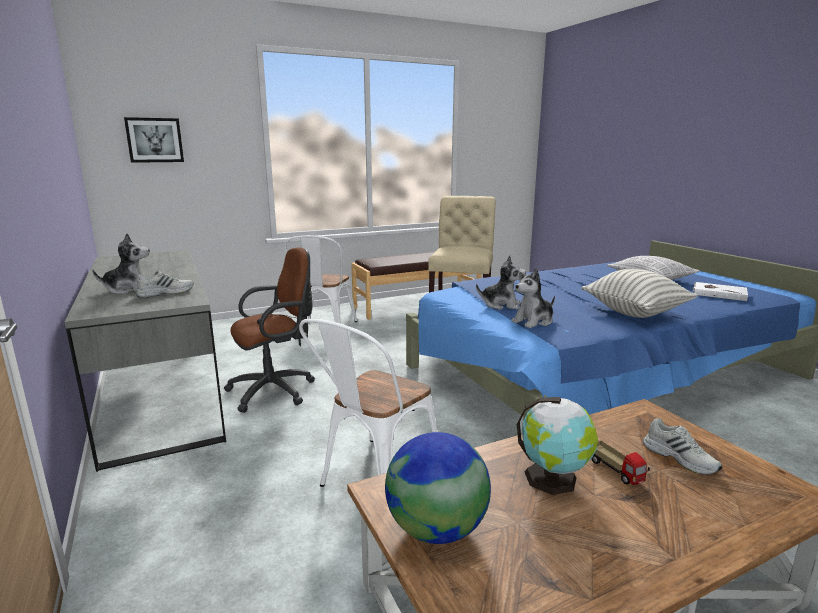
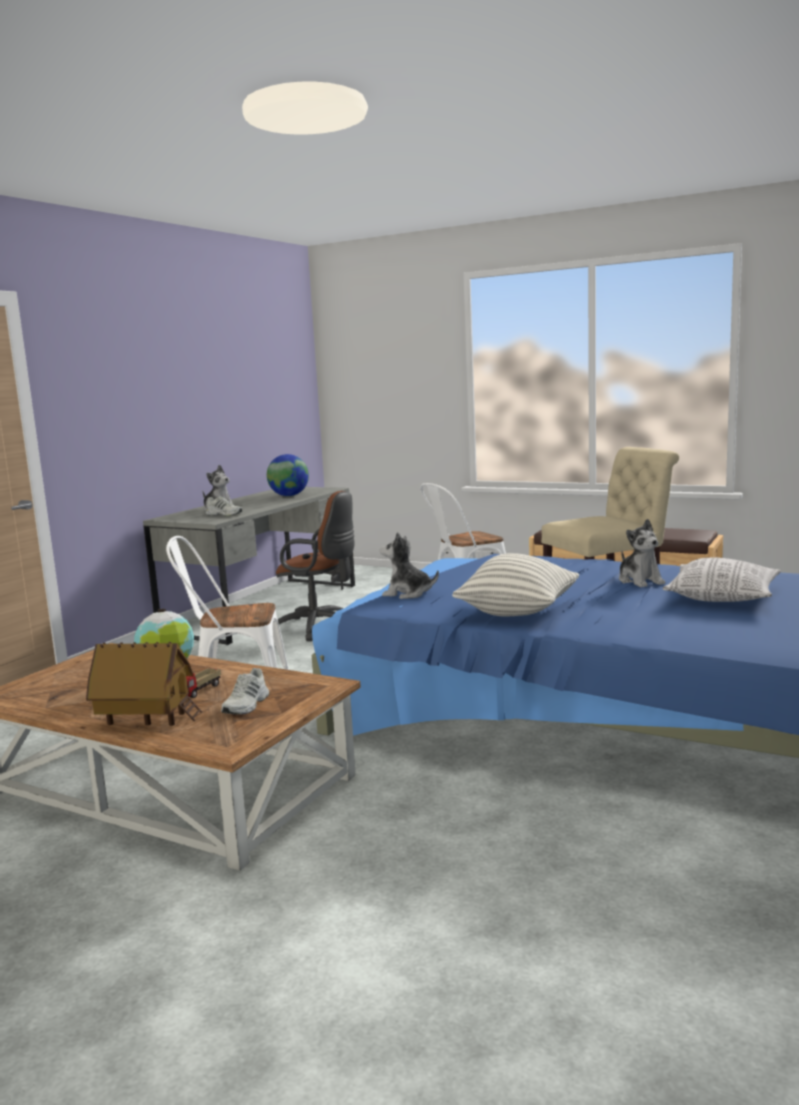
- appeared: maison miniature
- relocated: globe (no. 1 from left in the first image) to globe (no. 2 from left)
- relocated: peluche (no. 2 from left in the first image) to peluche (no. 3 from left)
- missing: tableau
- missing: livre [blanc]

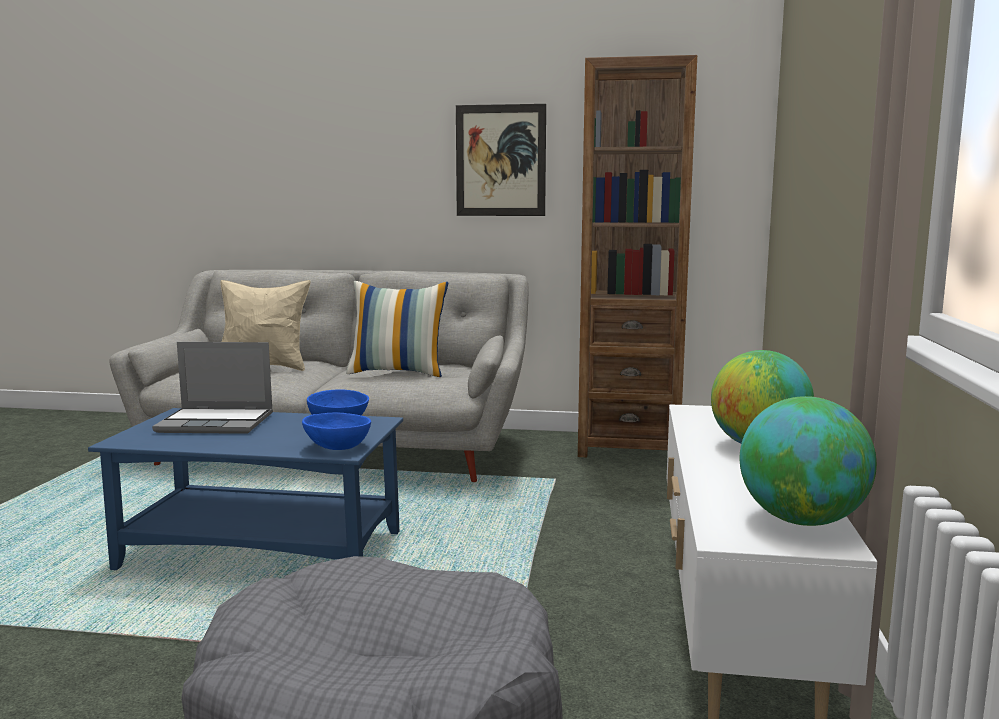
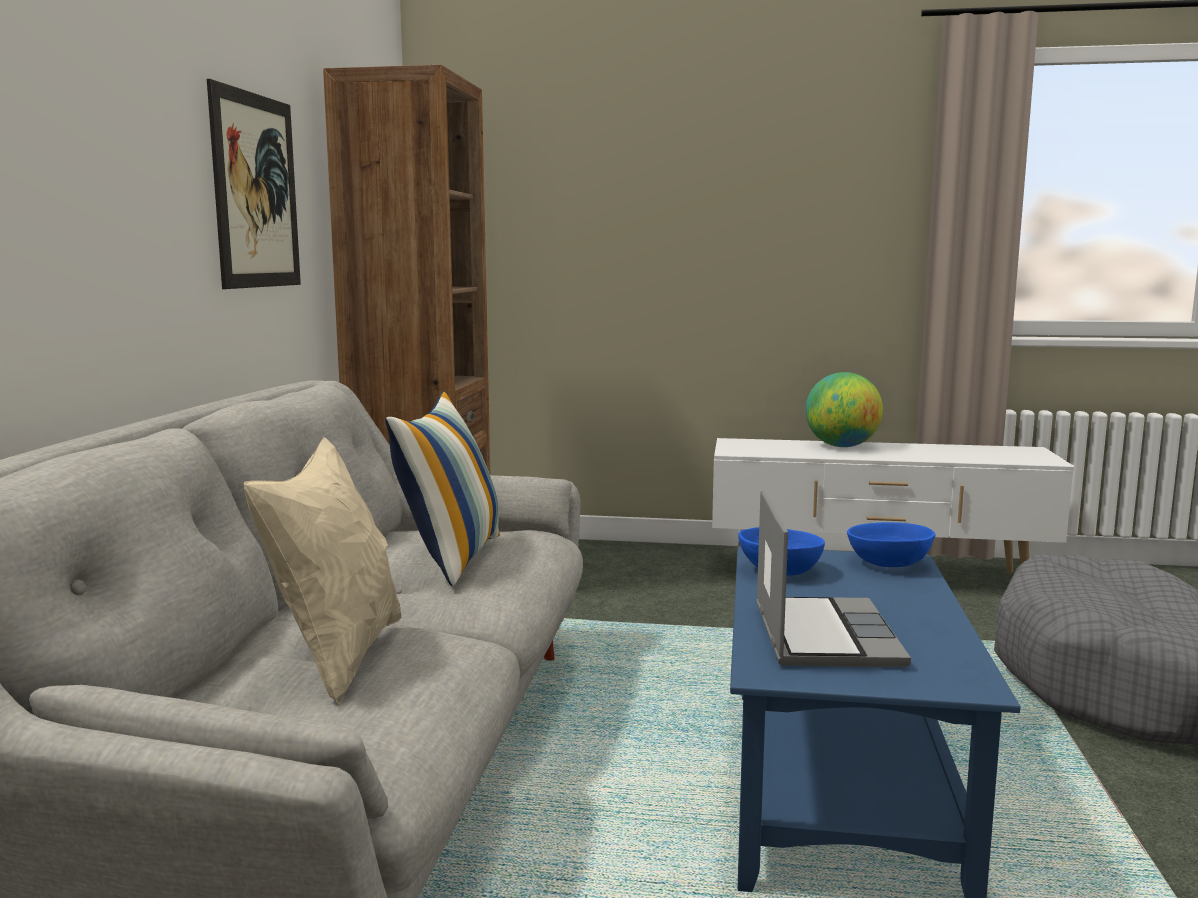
- missing: globe (no. 2 from left)

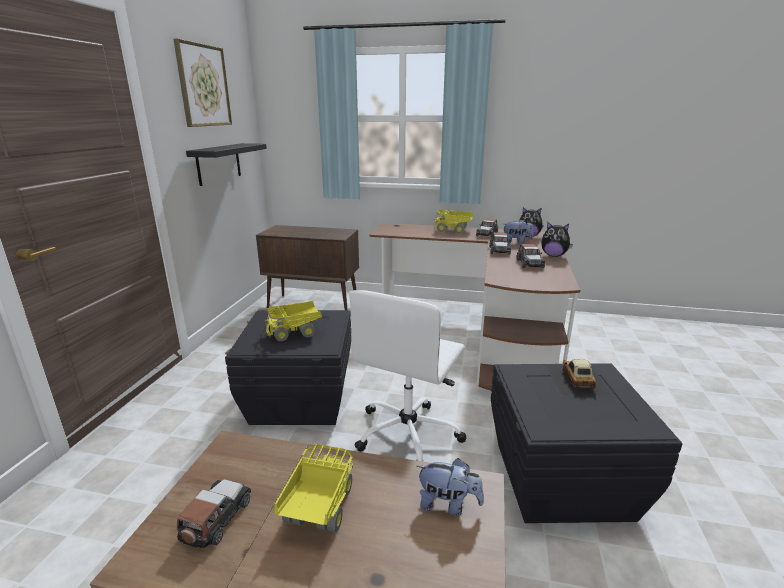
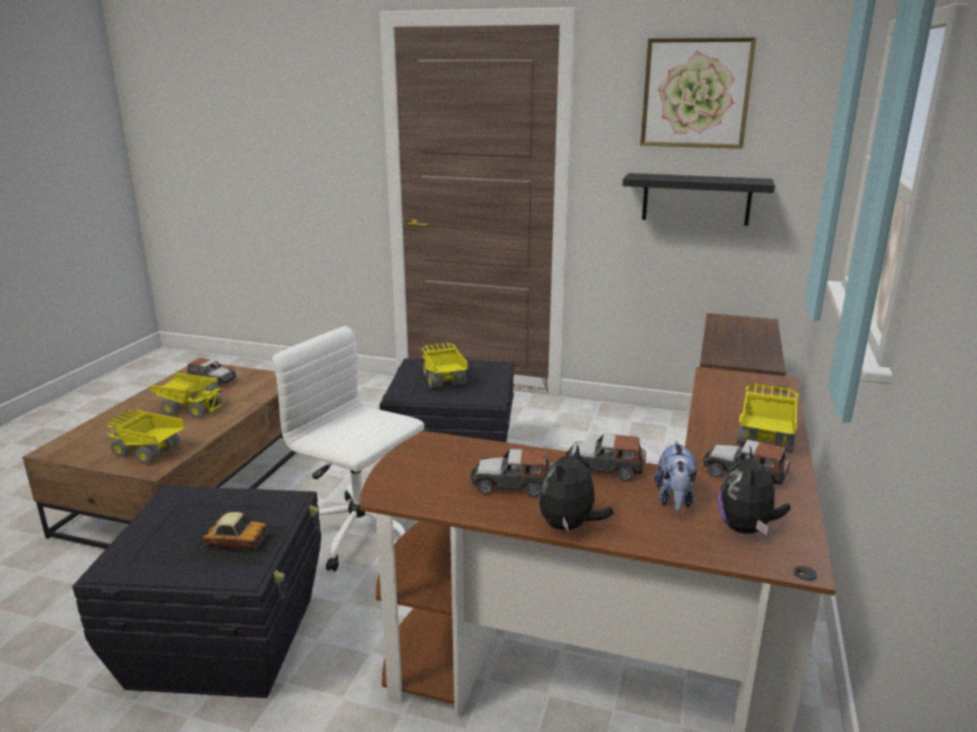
- exchanged: peluche (no. 1 from left) to camion jouet (no. 1 from left)

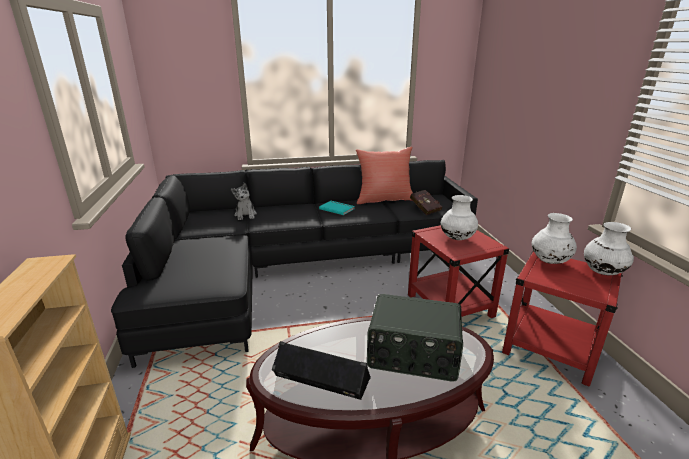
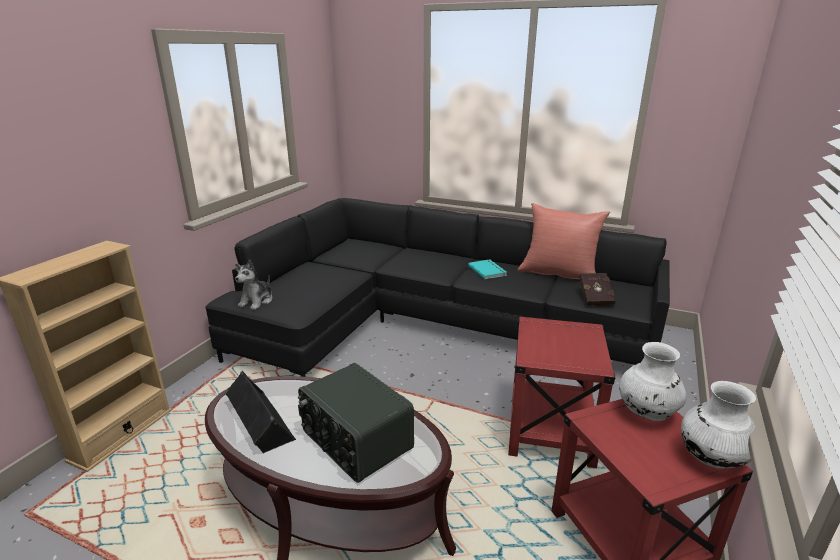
- relocated: peluche
- missing: vase [blanc] (no. 1 from left)

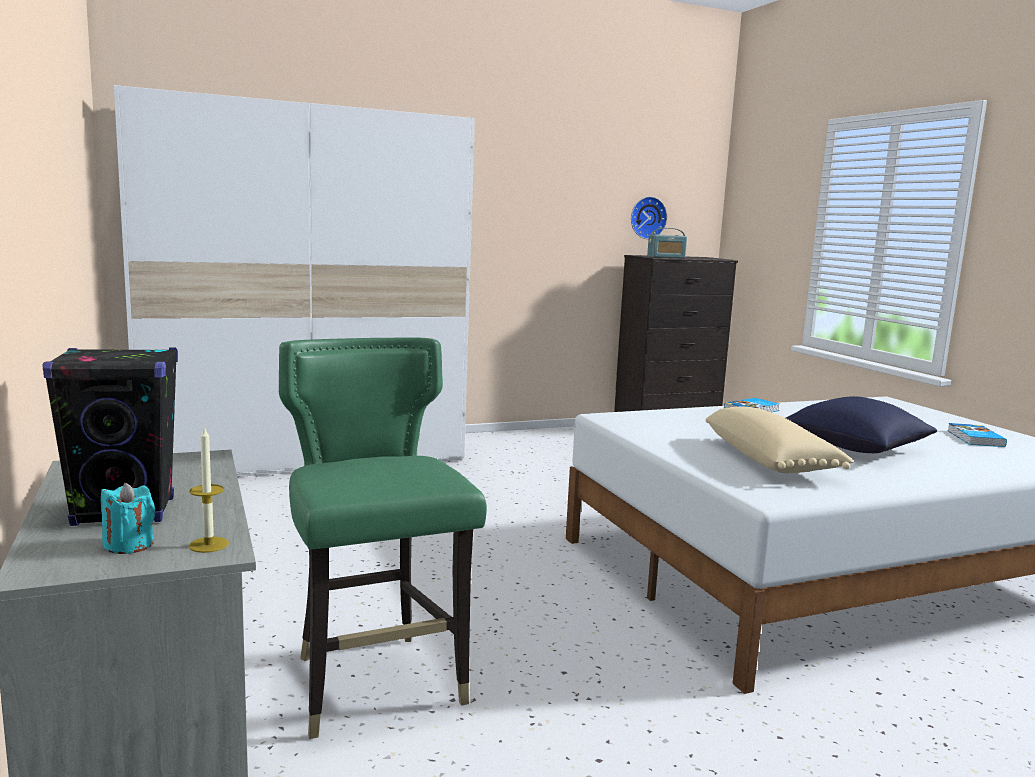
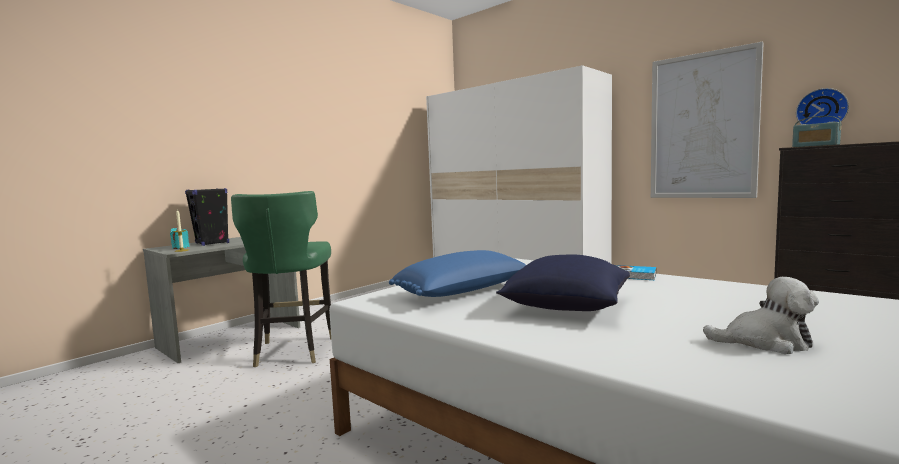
- spun: chaise [vert] 135 degrees clockwise
- colour: coussin [beige] to coussin [bleu] (no. 1 from left)
- appeared: tableau
- exchanged: livre (no. 2 from left) to peluche

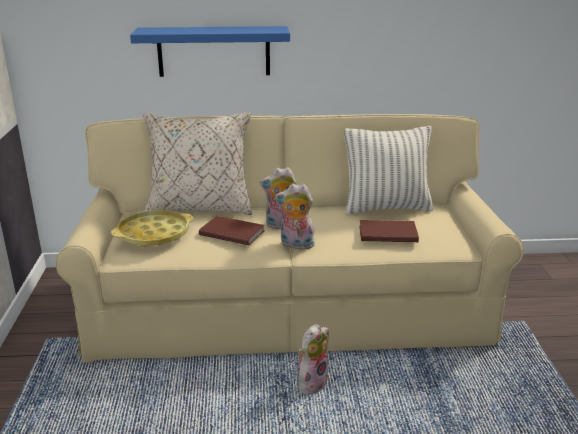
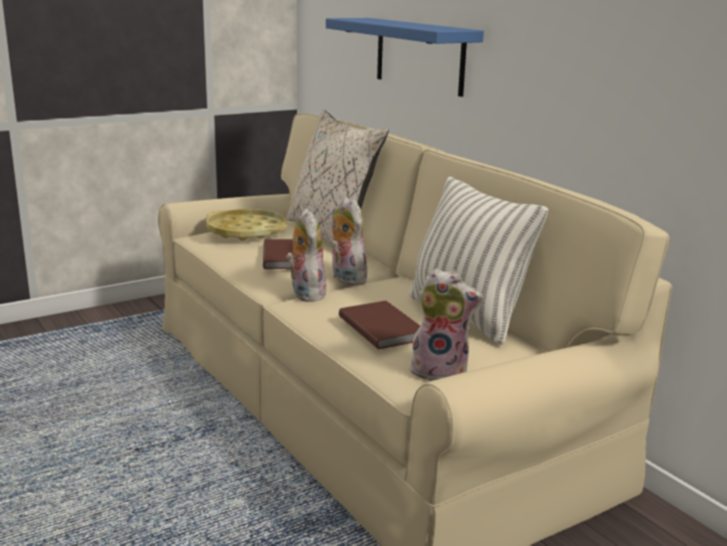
- relocated: peluche (no. 3 from left)

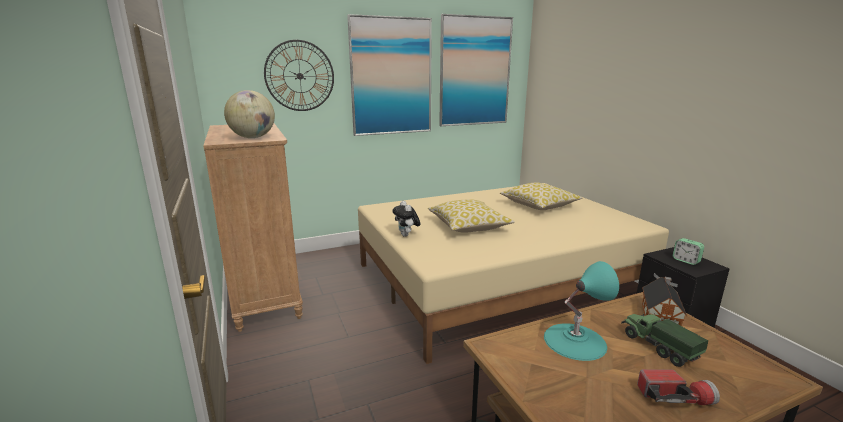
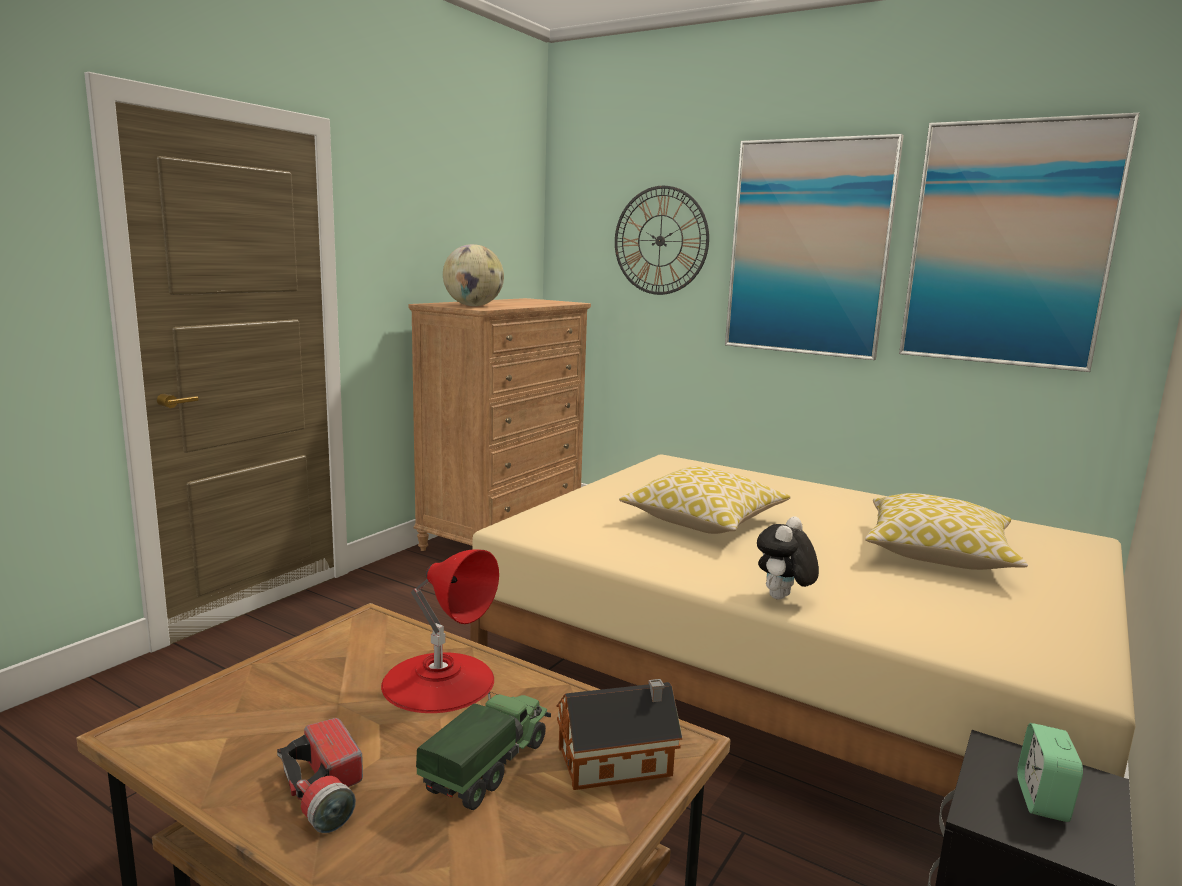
- colour: lampe de table [turquoise] to lampe de table [rouge]
- relocated: peluche

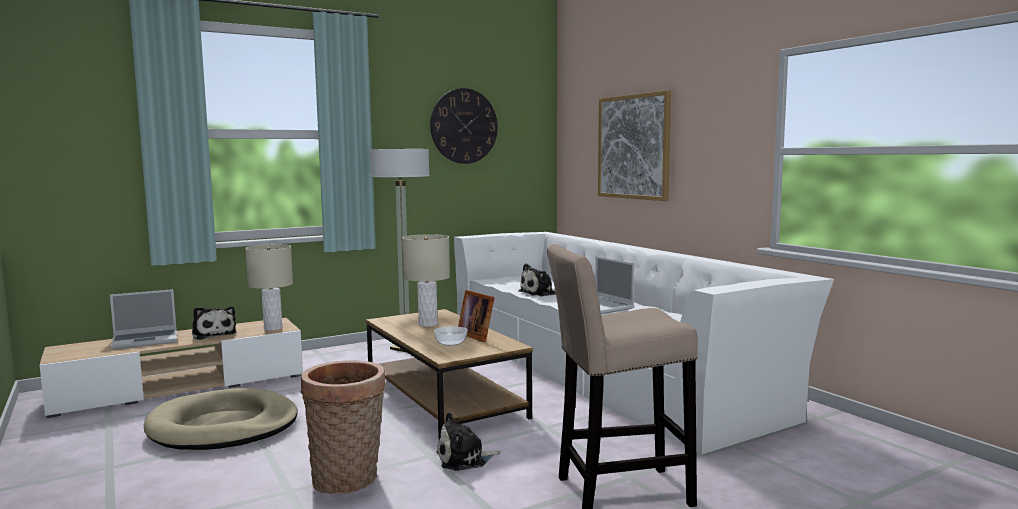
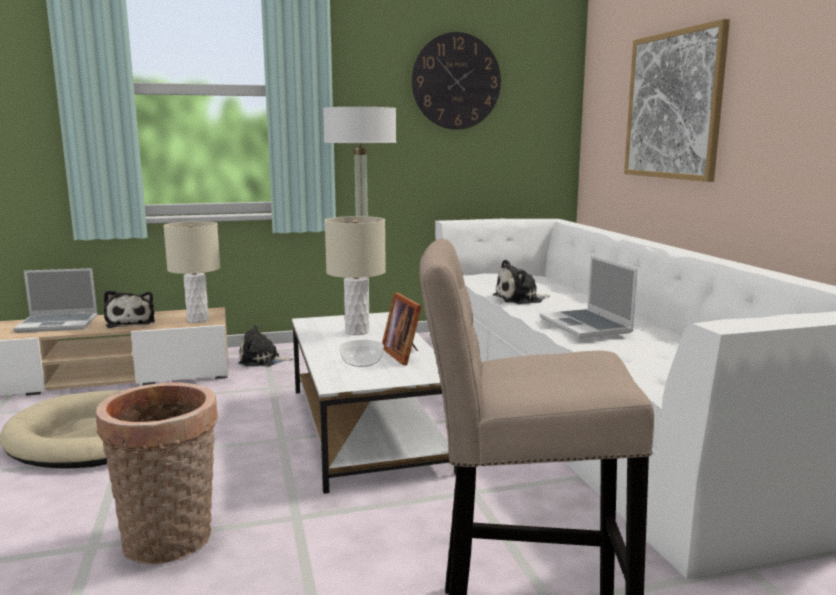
- relocated: peluche (no. 2 from left)
- colour: table basse [marron] to table basse [blanc]

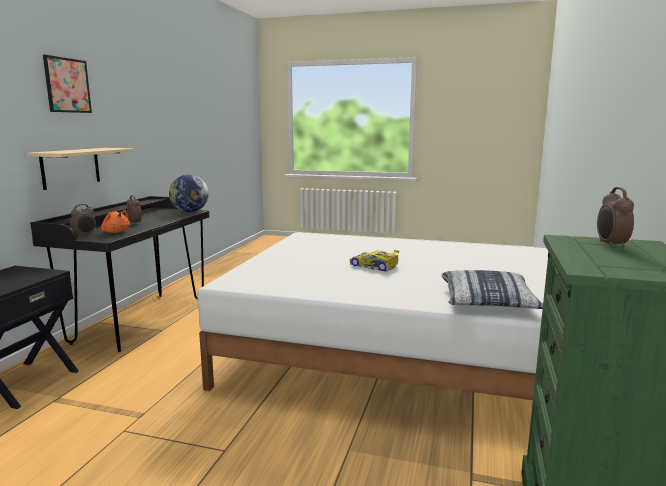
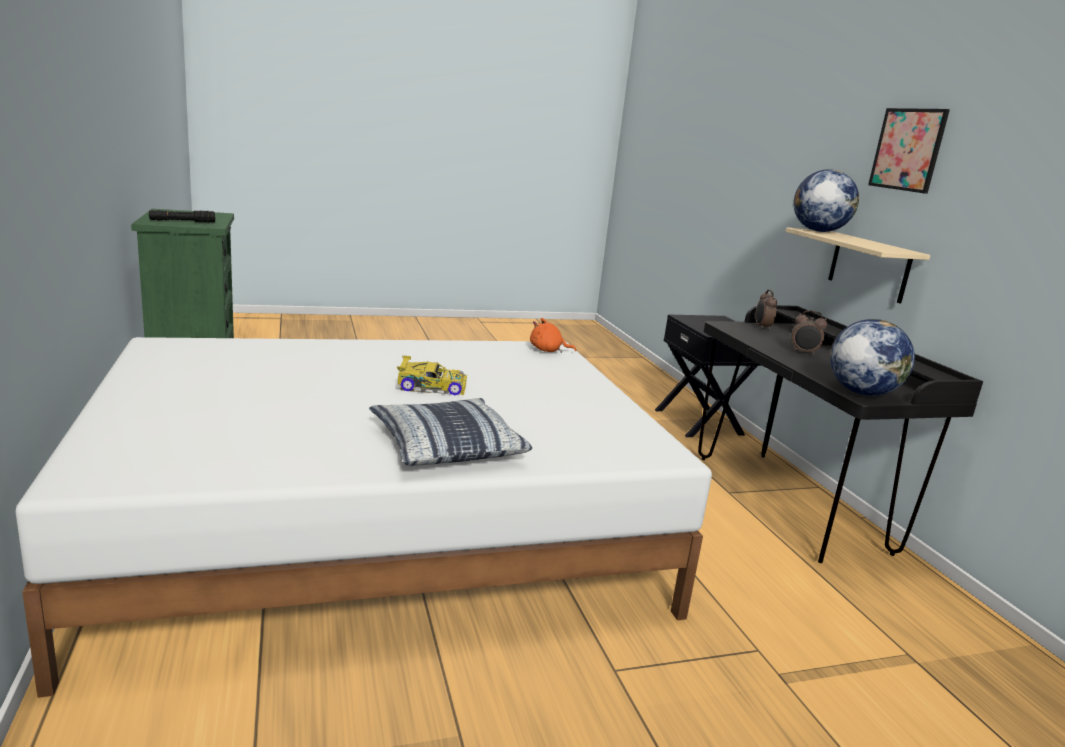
- exchanged: réveil (no. 3 from left) to lampe de poche [noir]
- relocated: coussin
- relocated: peluche [orange]
- appeared: globe (no. 1 from left)

